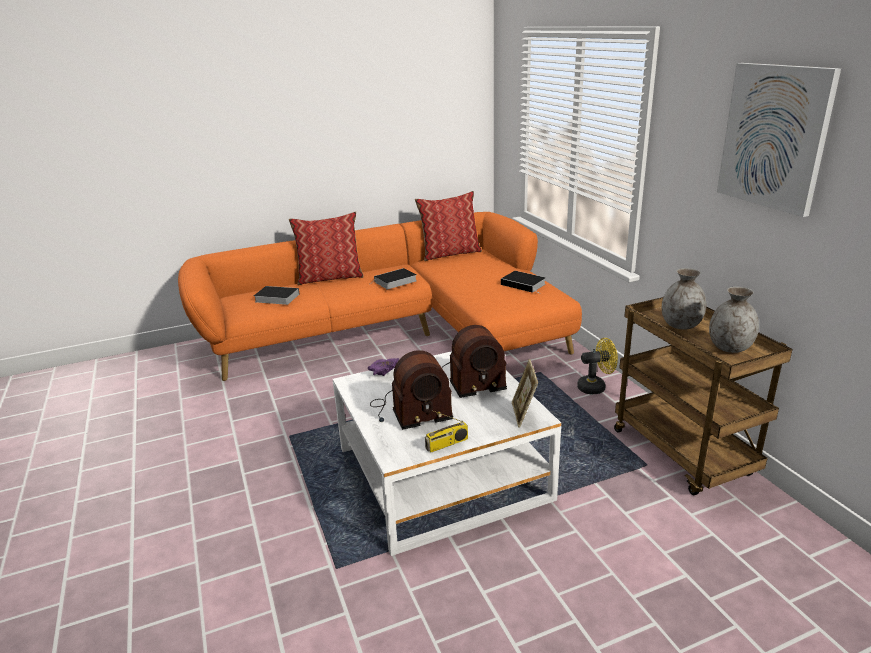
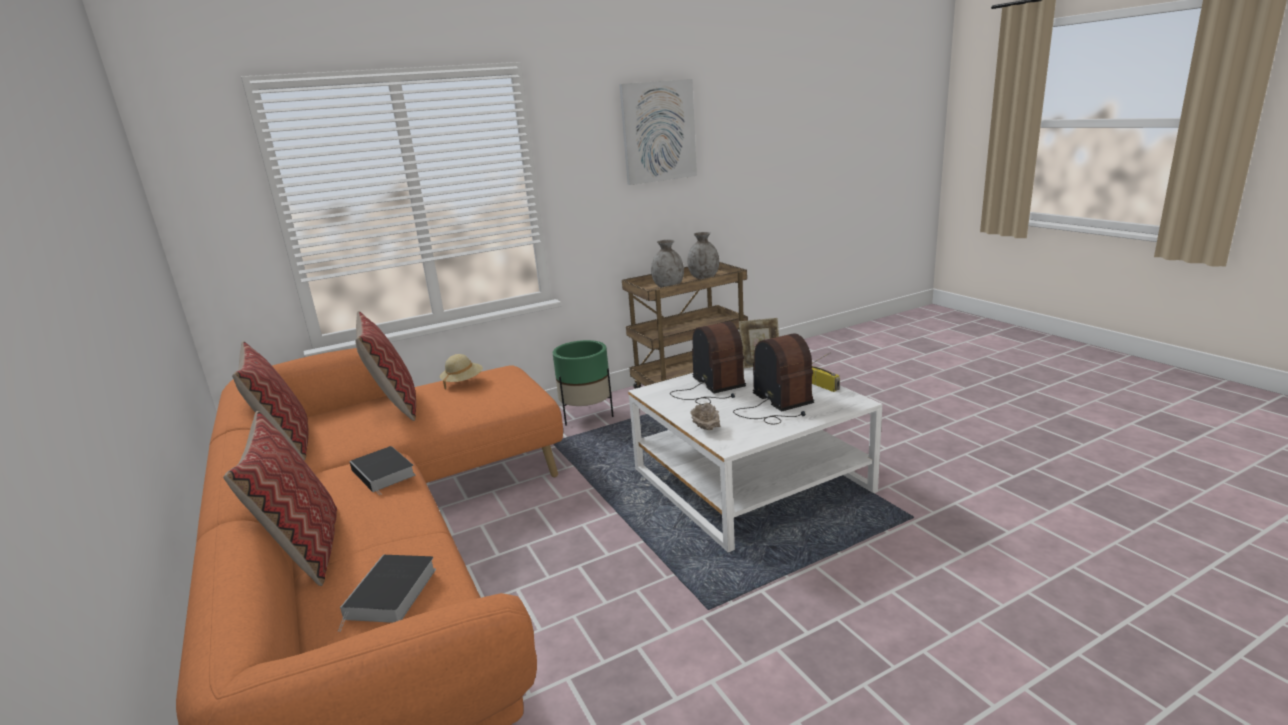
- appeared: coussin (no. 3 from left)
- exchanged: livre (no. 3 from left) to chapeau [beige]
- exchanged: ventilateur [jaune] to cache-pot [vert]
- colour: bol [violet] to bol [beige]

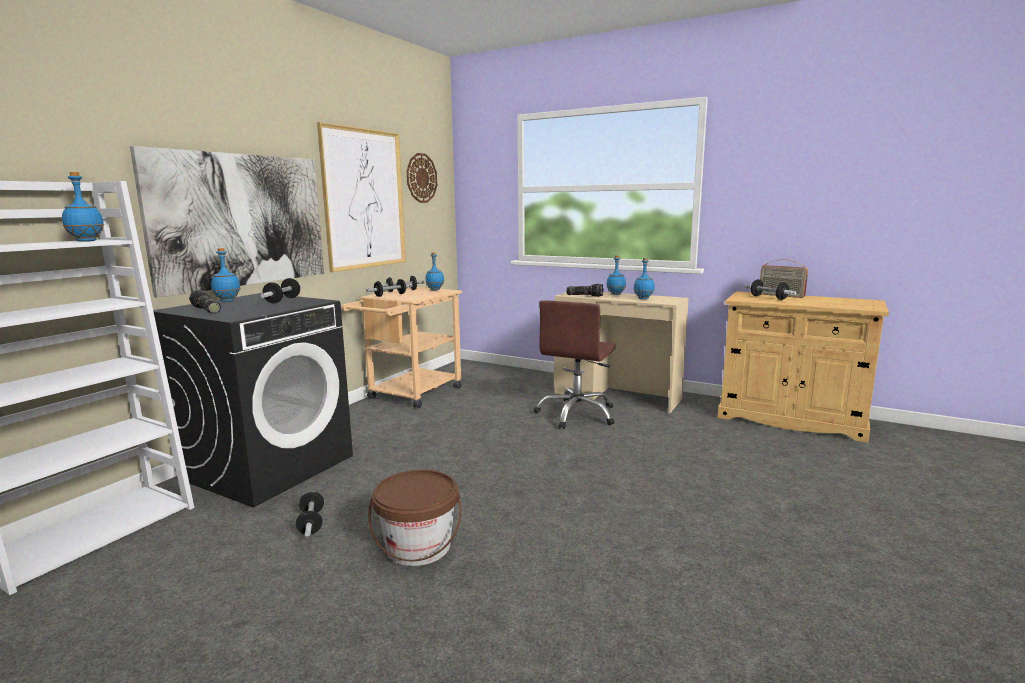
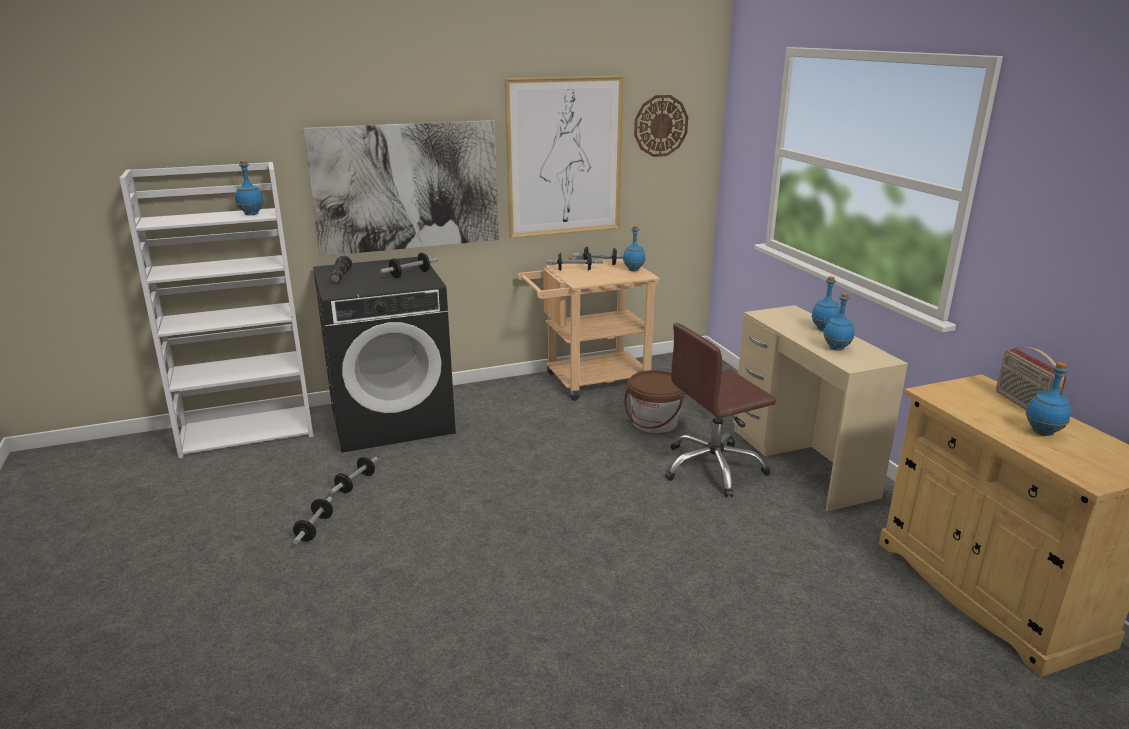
- relocated: haltère (no. 5 from left in the first image) to haltère (no. 1 from left)
- relocated: seau [marron]
- relocated: bouteille [bleu] (no. 2 from left in the first image) to bouteille [bleu] (no. 5 from left)
- missing: lampe de poche (no. 2 from left)

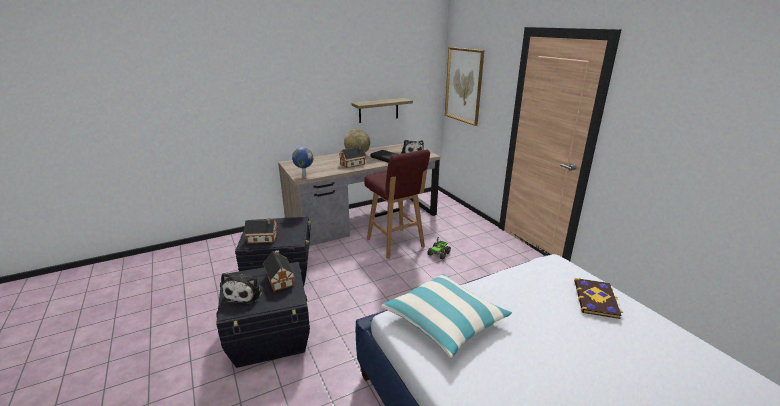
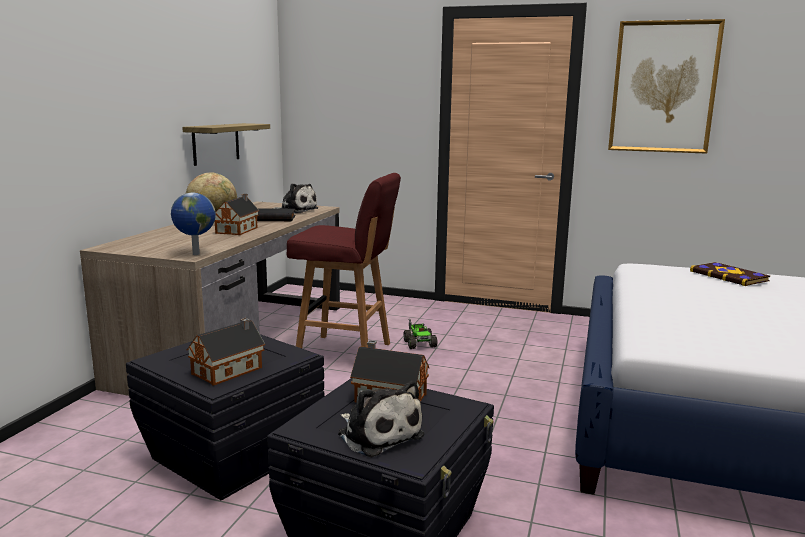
- relocated: tableau
- missing: coussin

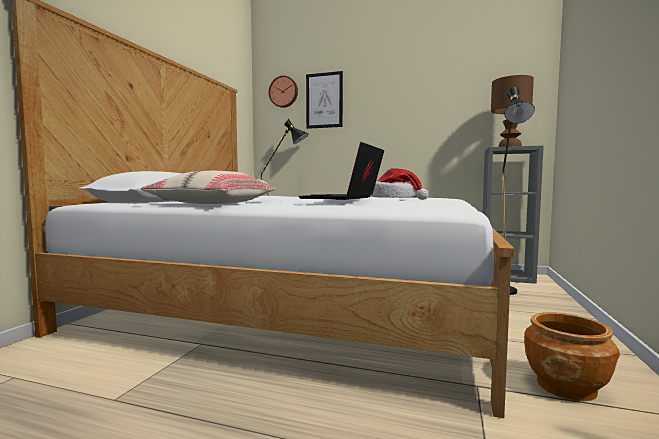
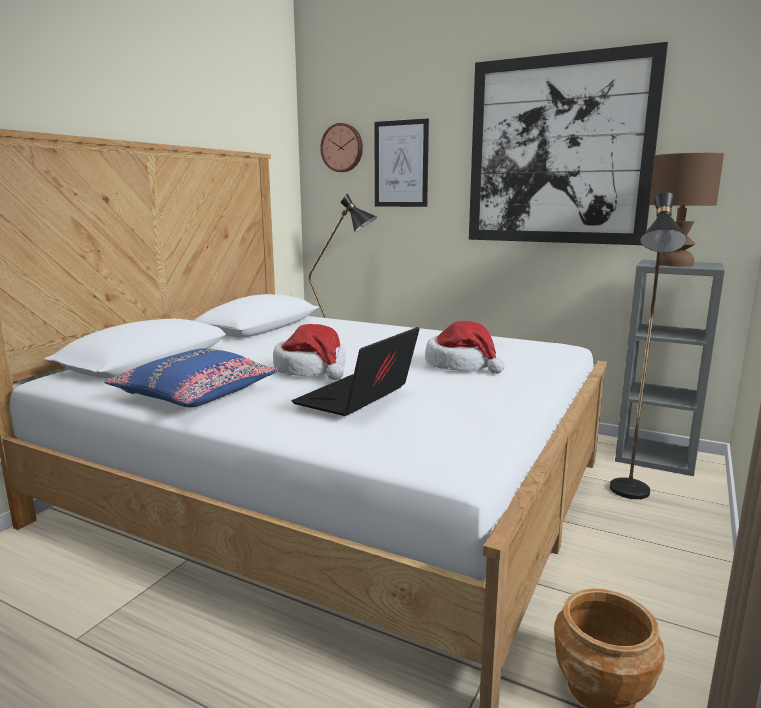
- colour: coussin [beige] to coussin [bleu]
- appeared: chapeau (no. 1 from left)
- appeared: tableau (no. 2 from left)

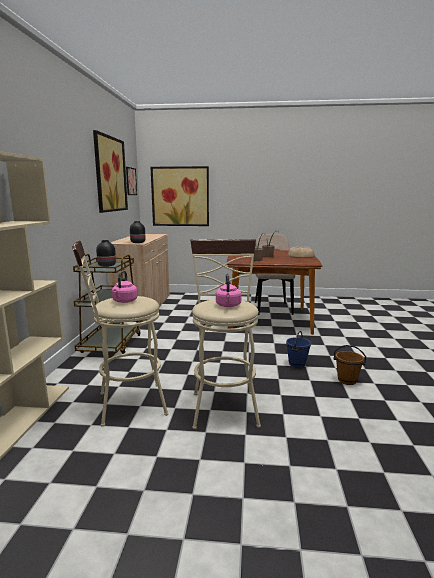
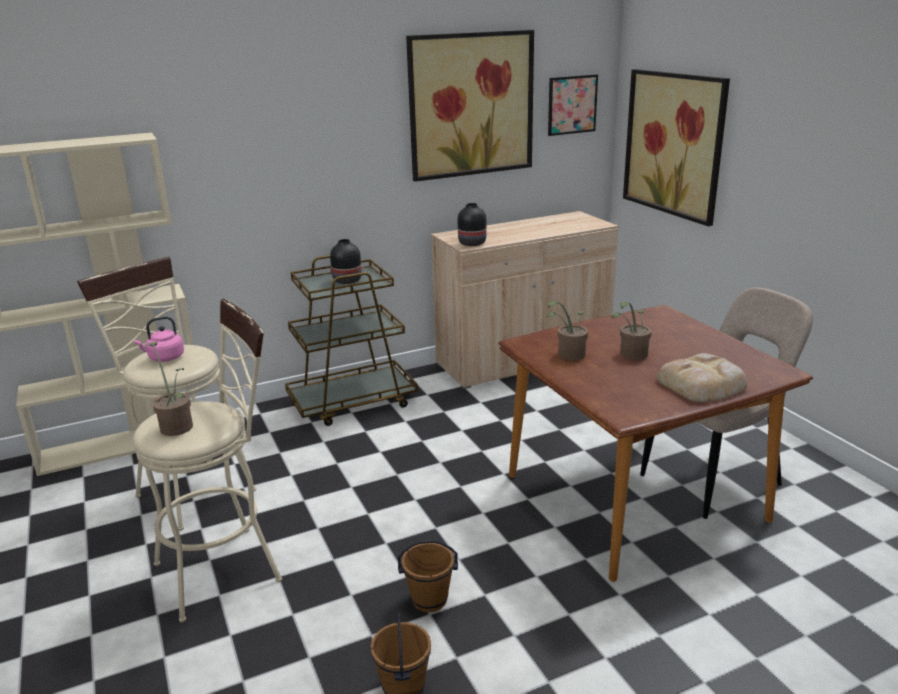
- exchanged: bouilloire [rose] (no. 2 from left) to plante en pot (no. 1 from left)
- colour: seau [bleu] to seau [marron] (no. 2 from left)

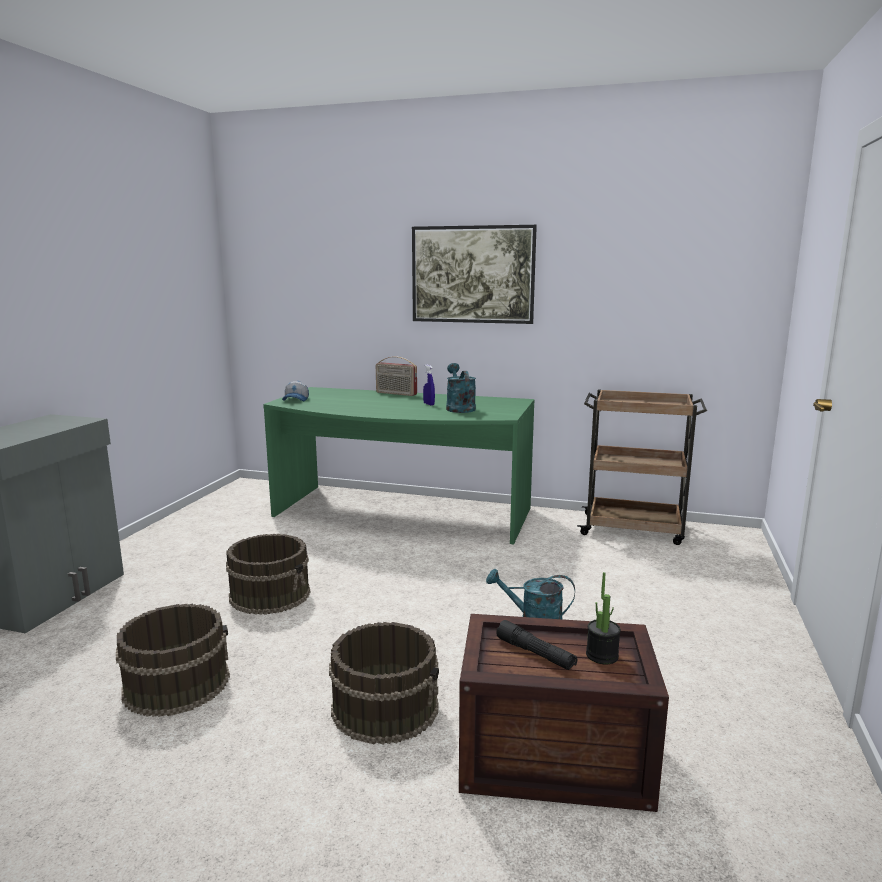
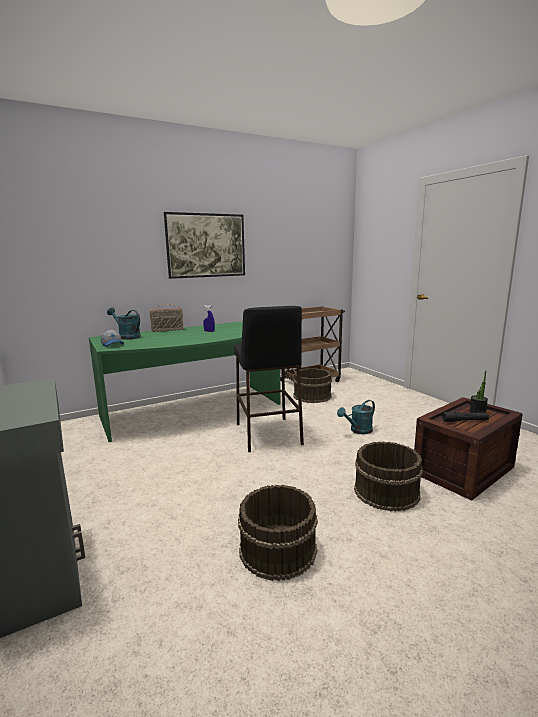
- relocated: arrosoir [turquoise] (no. 1 from left)
- appeared: tabouret [noir]
- relocated: seau [marron] (no. 2 from left)

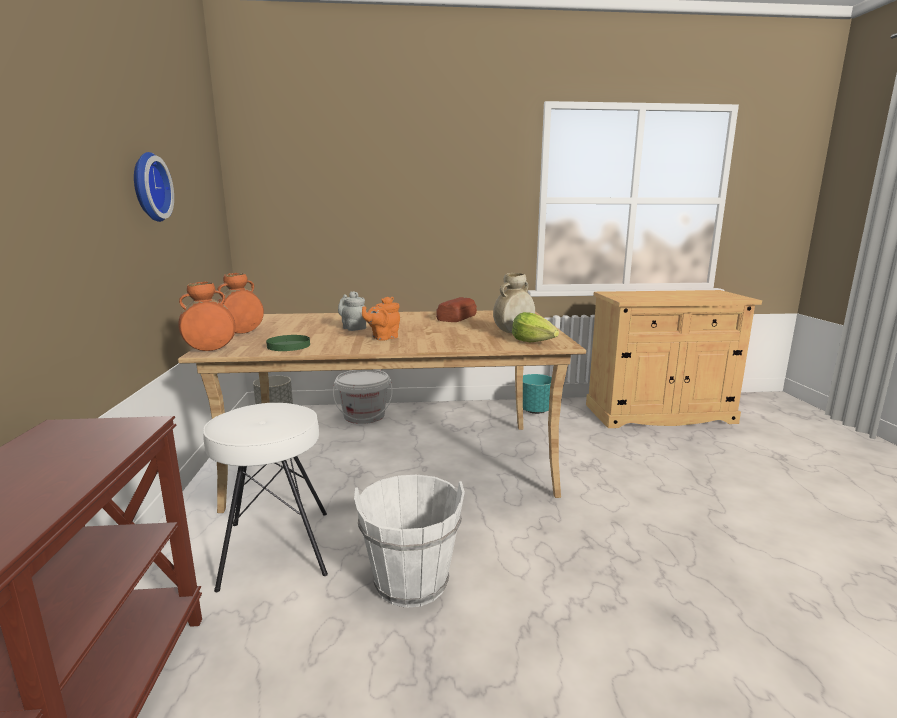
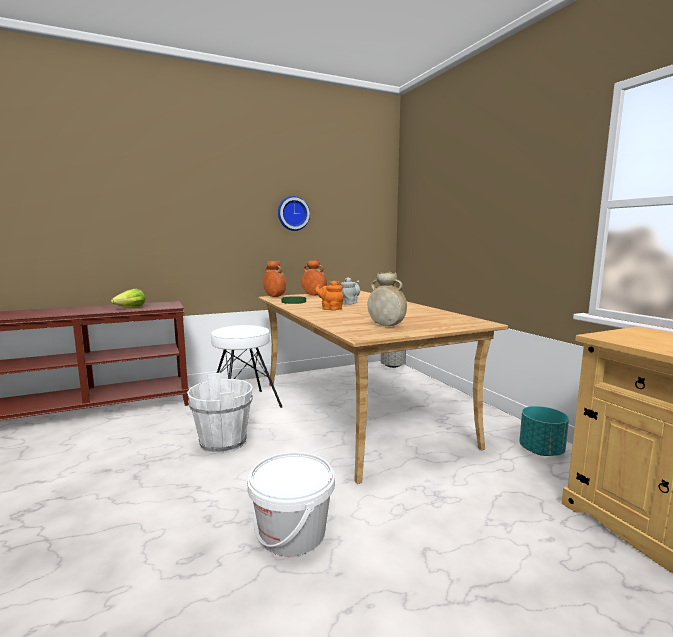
- relocated: laitue
- relocated: seau [blanc] (no. 1 from left in the first image) to seau [blanc] (no. 2 from left)
- missing: pain

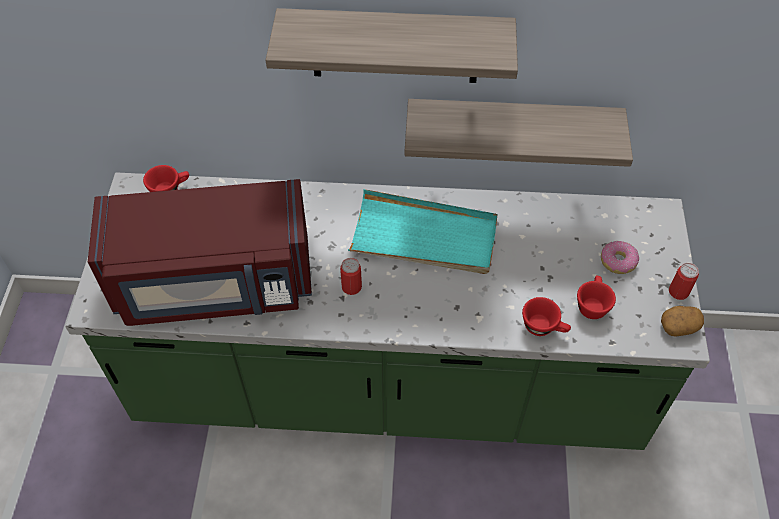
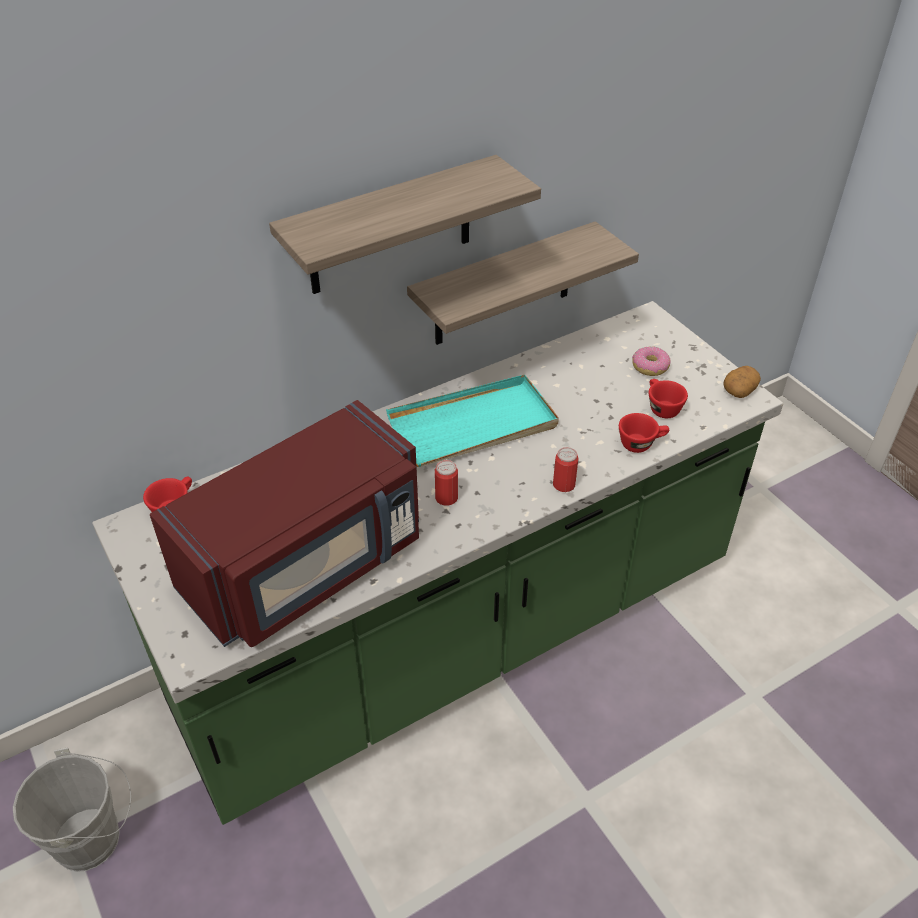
- appeared: seau [gris]
- relocated: boîte métallique (no. 2 from left)

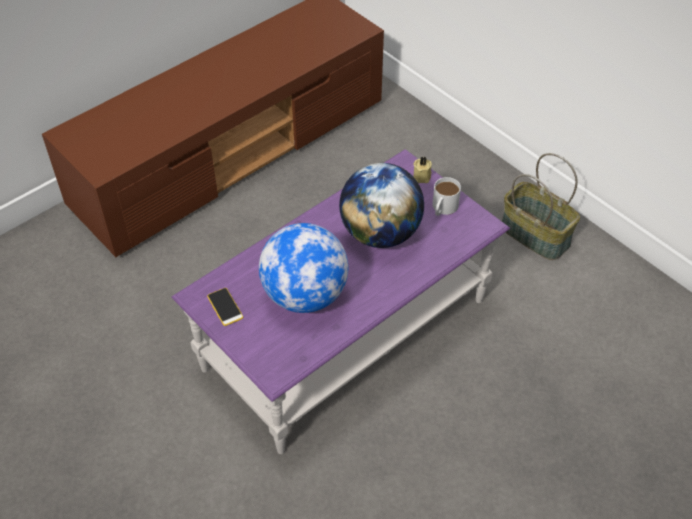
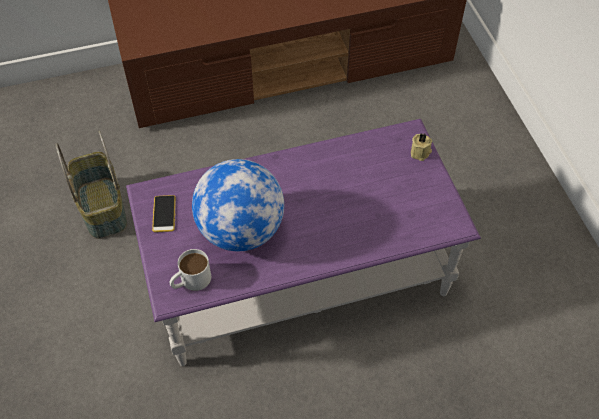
- relocated: panier
- relocated: mug [blanc]
- missing: globe (no. 2 from left)

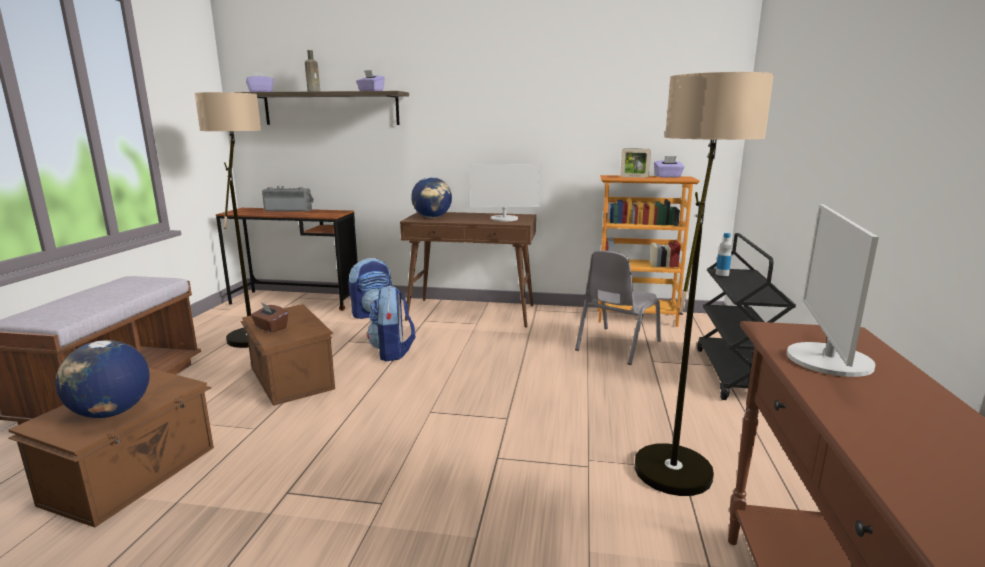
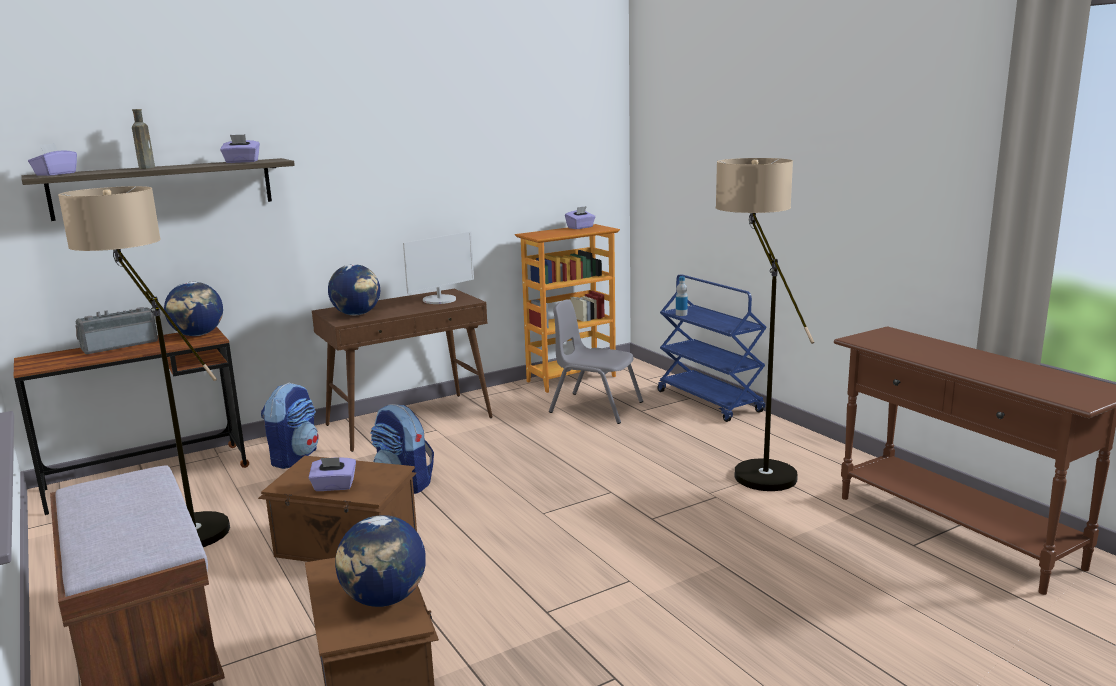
- appeared: globe (no. 1 from left)
- colour: boîte à mouchoirs [marron] to boîte à mouchoirs [violet] (no. 3 from left)
- spun: chaise [gris] 120 degrees clockwise
- colour: chariot [noir] to chariot [bleu]
- missing: cadre photo
- missing: écran d'ordinateur (no. 2 from left)

